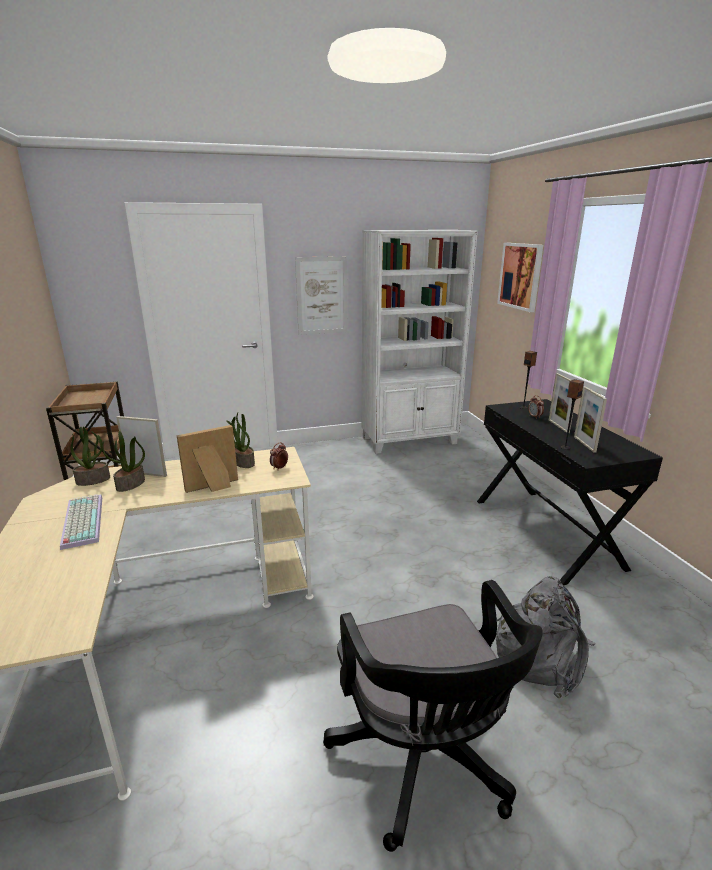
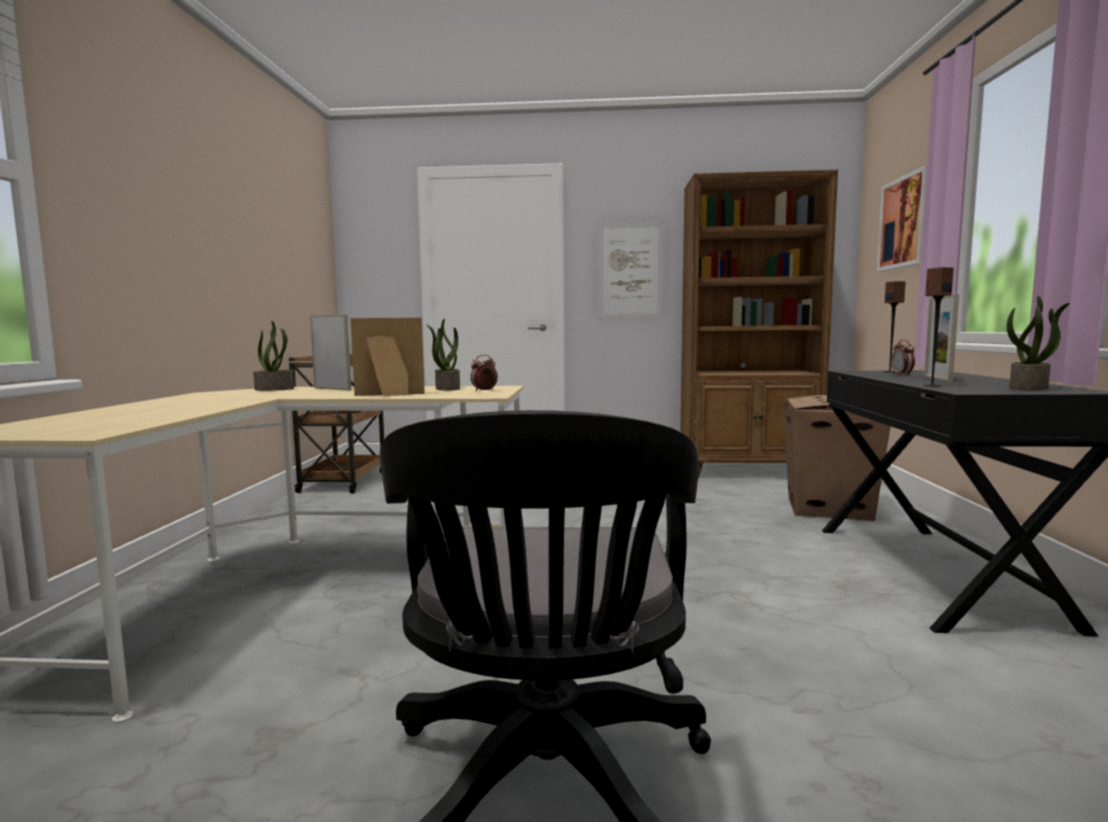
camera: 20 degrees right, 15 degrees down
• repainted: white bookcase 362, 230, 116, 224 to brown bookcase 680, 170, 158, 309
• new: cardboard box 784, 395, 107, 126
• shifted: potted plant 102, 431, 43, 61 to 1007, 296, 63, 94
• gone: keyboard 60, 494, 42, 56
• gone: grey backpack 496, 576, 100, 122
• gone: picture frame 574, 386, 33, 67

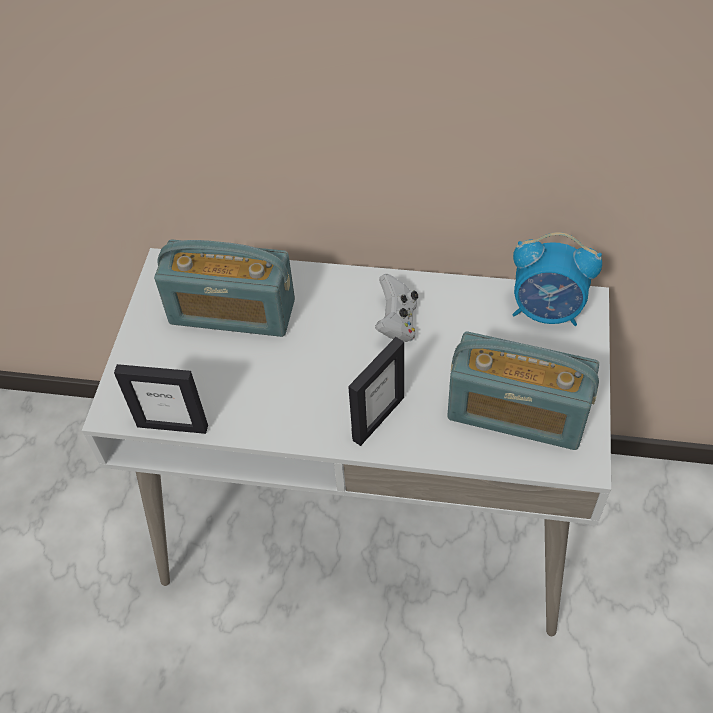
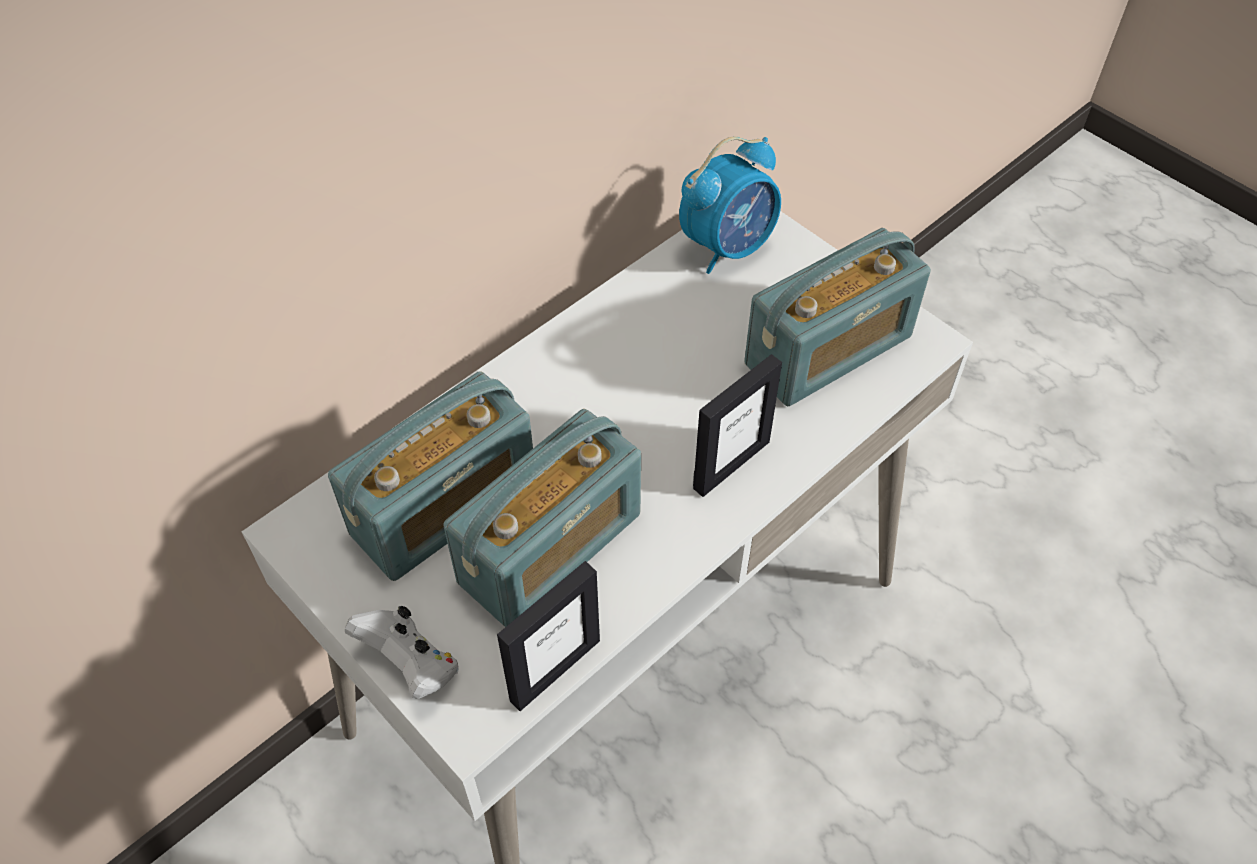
camera: 55 degrees left, 0 degrees up
• shifted: white game controller 375, 274, 43, 68 to 345, 606, 114, 93
• new: radio 443, 409, 198, 218
• rotated: picture frame 348, 337, 56, 109 = 693, 354, 89, 143 60 degrees clockwise

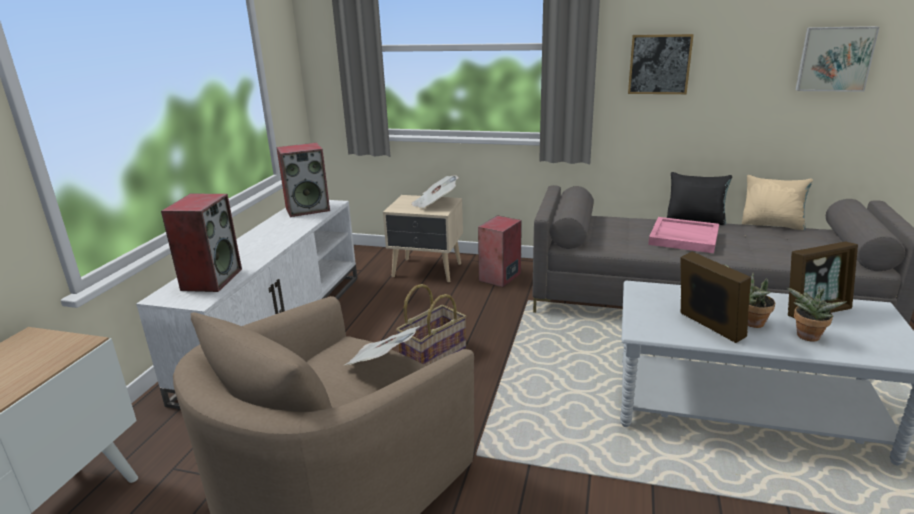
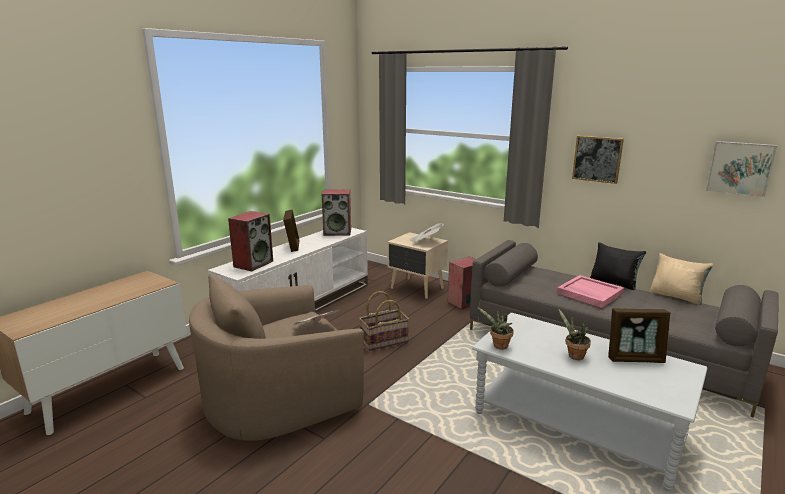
camera: 20 degrees right, 5 degrees down
• shifted: picture frame 680, 251, 71, 92 to 283, 210, 17, 42
• shifted: potted plant 786, 287, 60, 55 to 477, 307, 37, 43

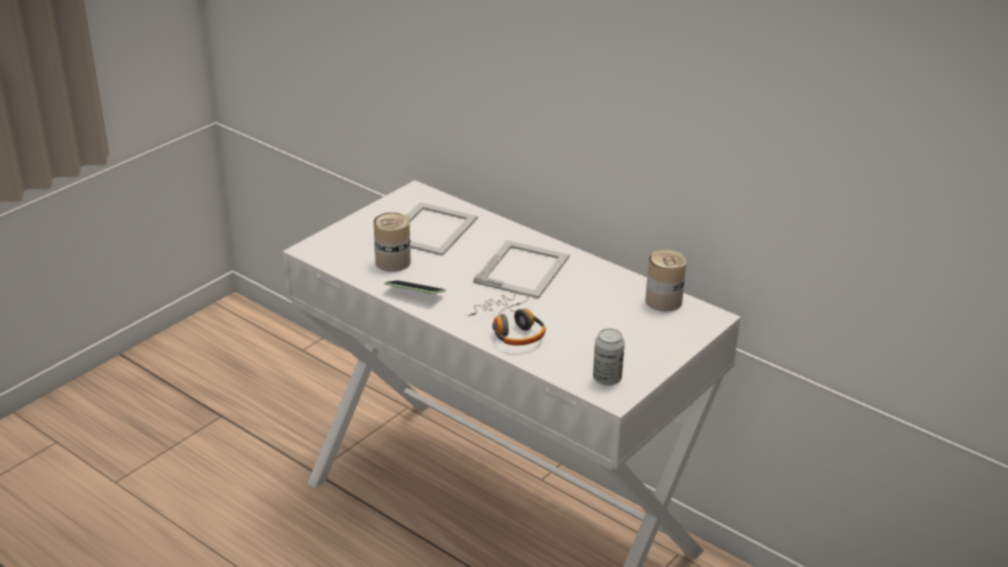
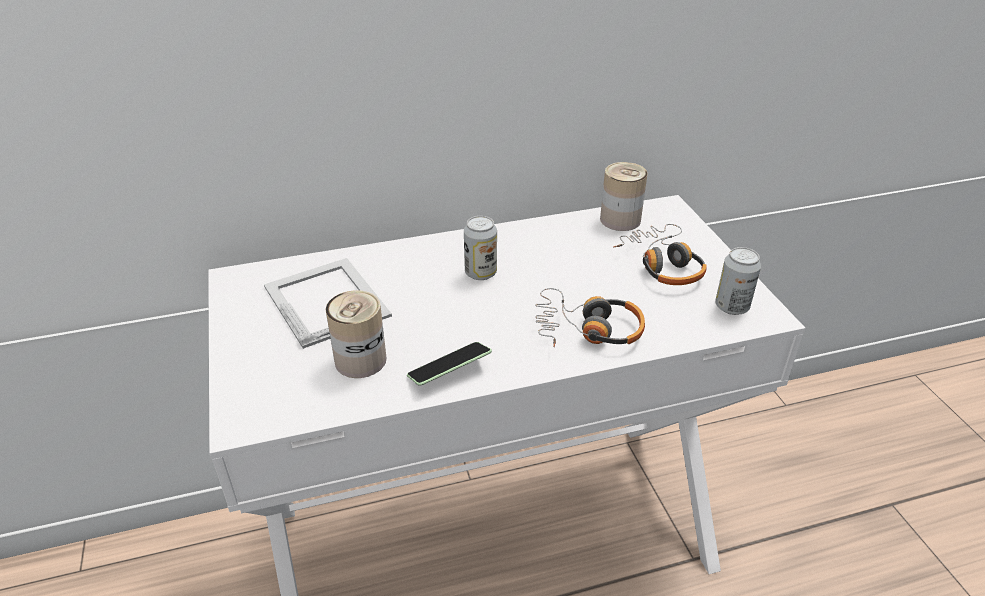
camera: 55 degrees left, 5 degrees up
• swapped: picture frame 473, 240, 97, 59 to can 464, 216, 33, 64
• new: headphones 613, 224, 94, 61

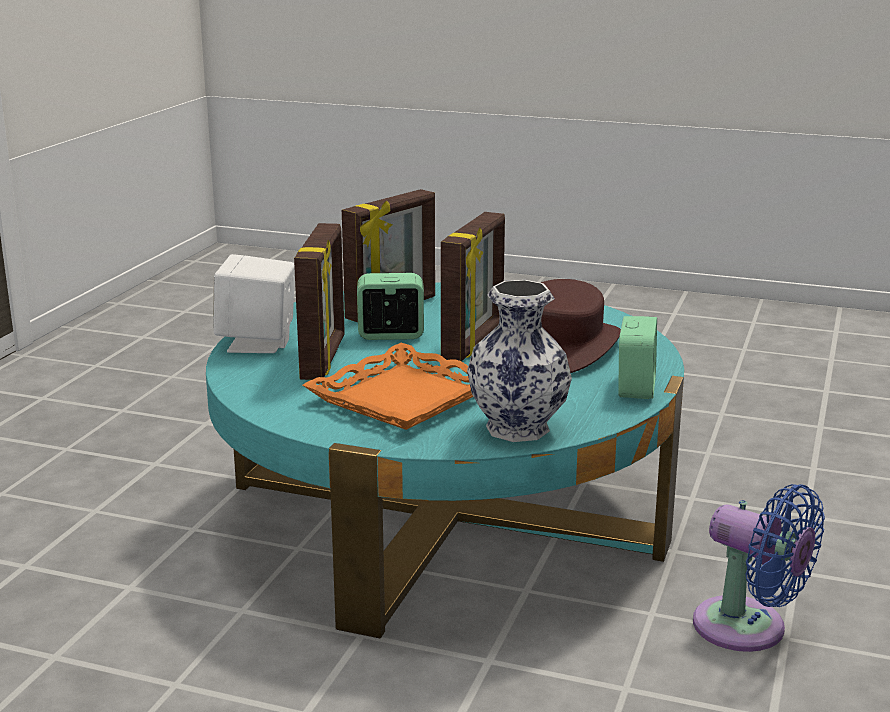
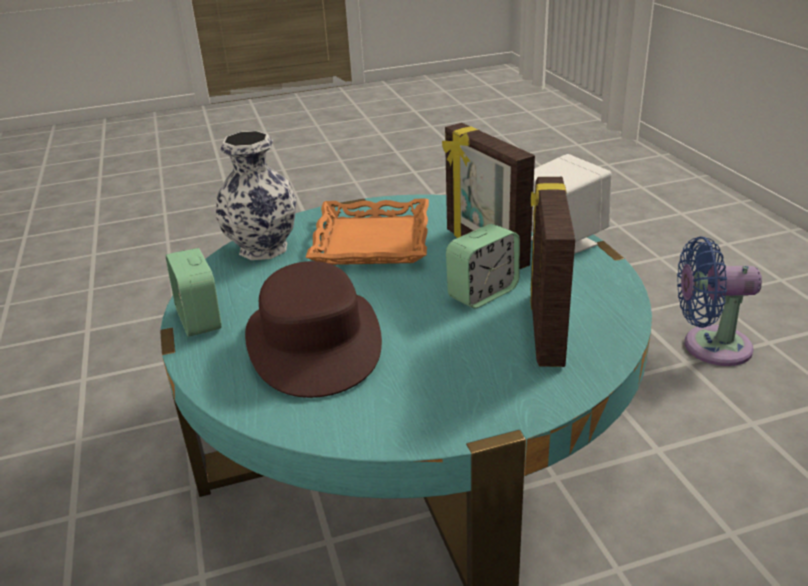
camera: 145 degrees right, 10 degrees up
• shifted: blue fan 693, 484, 132, 168 to 677, 237, 85, 129
• gone: picture frame 441, 212, 64, 150

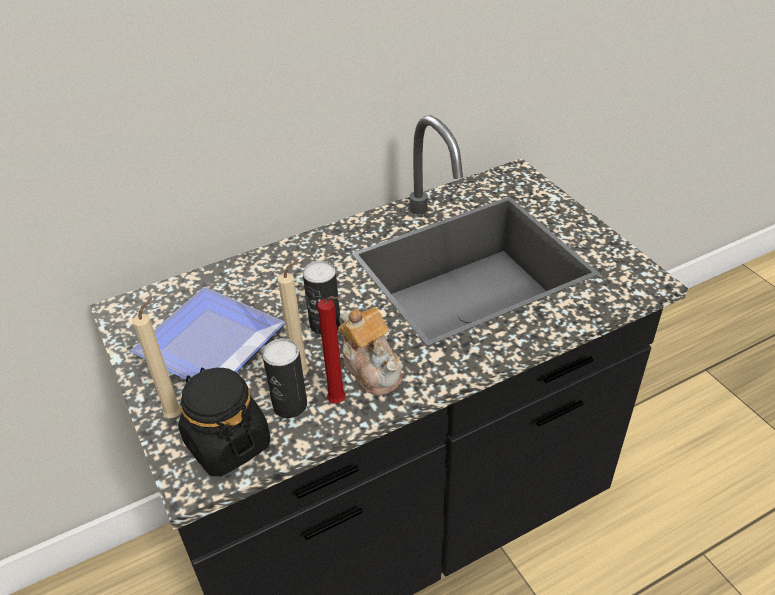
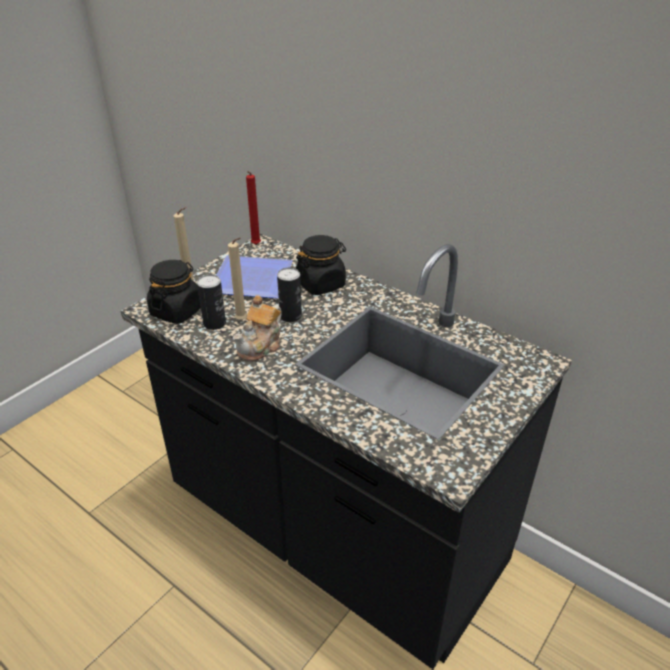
camera: 65 degrees right, 5 degrees down
• shifted: red candle 318, 296, 28, 107 to 246, 171, 15, 74
• new: black jar 296, 235, 50, 60

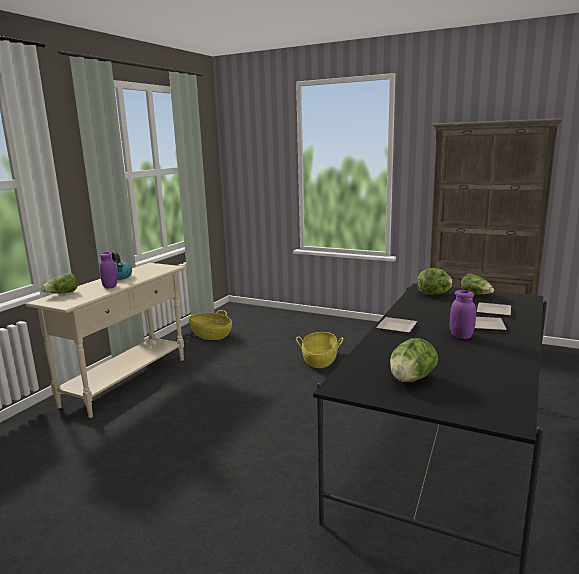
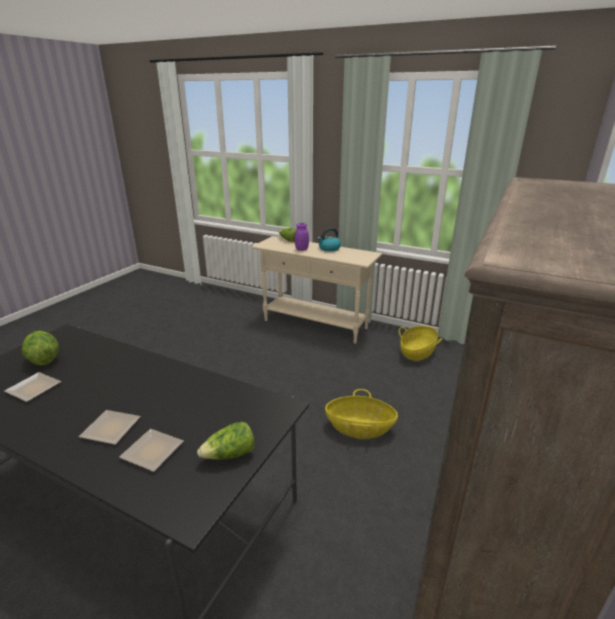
camera: 90 degrees right, 10 degrees up
• shifted: plate 376, 317, 41, 16 to 4, 372, 57, 30
• gone: lettuce 417, 268, 36, 27
• gone: purple jar 450, 290, 26, 49

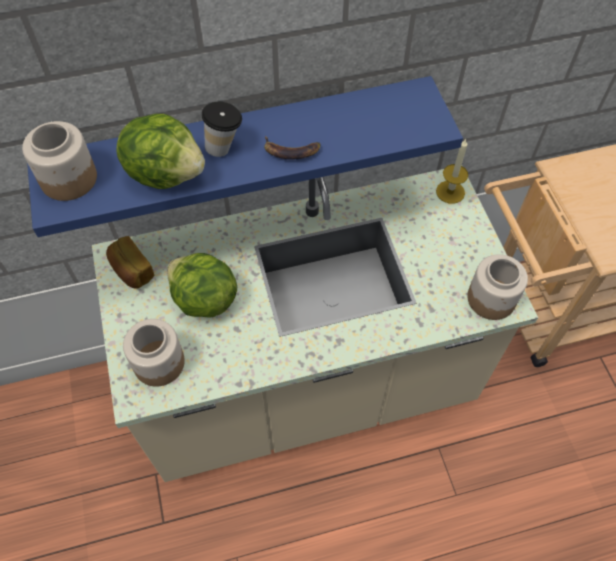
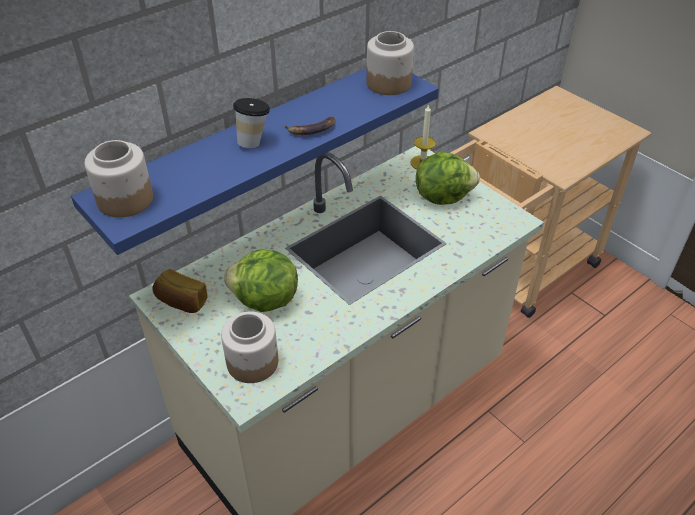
camera: 25 degrees left, 15 degrees down
• shifted: jar 467, 254, 61, 66 to 366, 31, 48, 64
• shifted: lettuce 116, 114, 89, 75 to 416, 152, 64, 53

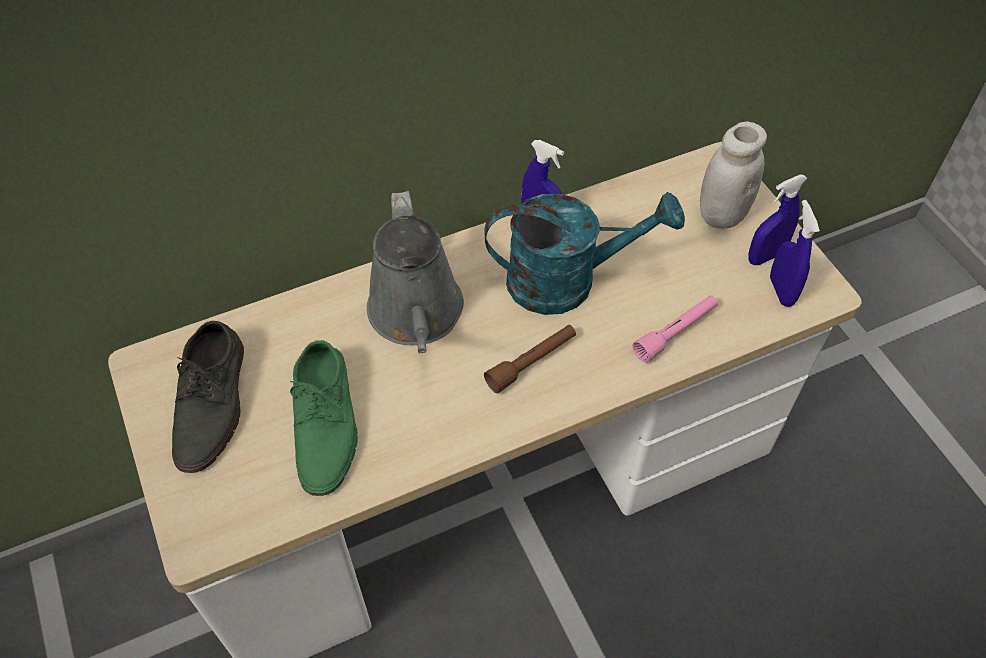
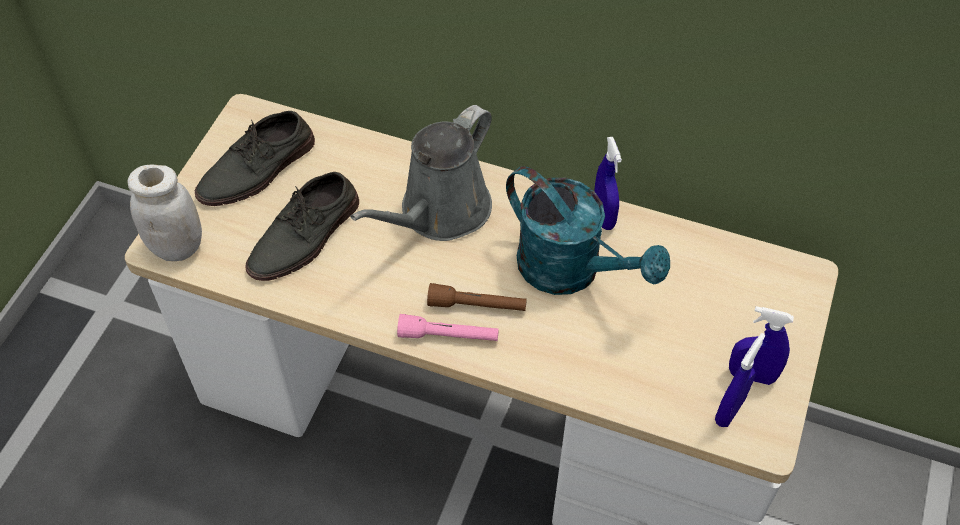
camera: 45 degrees right, 0 degrees up
• shifted: white jar 700, 122, 67, 107 to 127, 165, 75, 96
• repainted: green shoe 290, 340, 68, 156 to grey shoe 246, 172, 113, 109
• shifted: pink flashlight 632, 295, 86, 68 to 397, 314, 102, 27

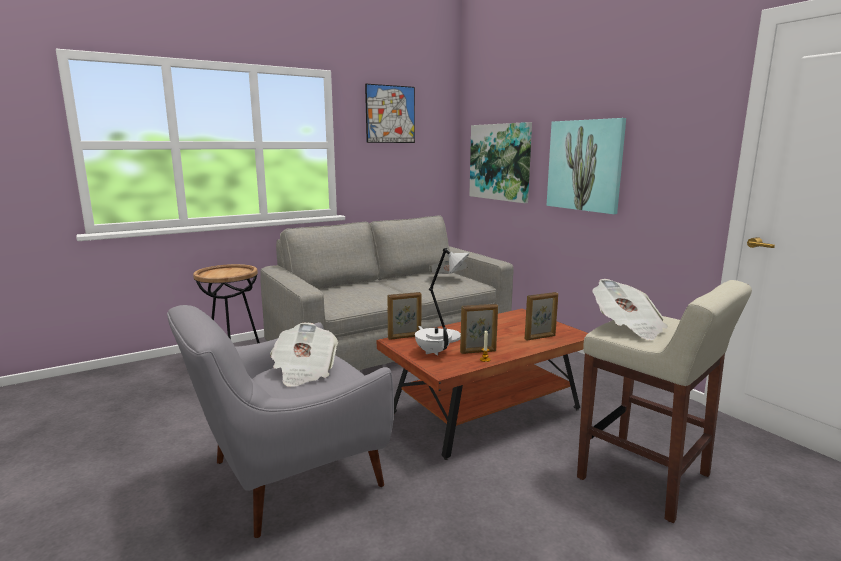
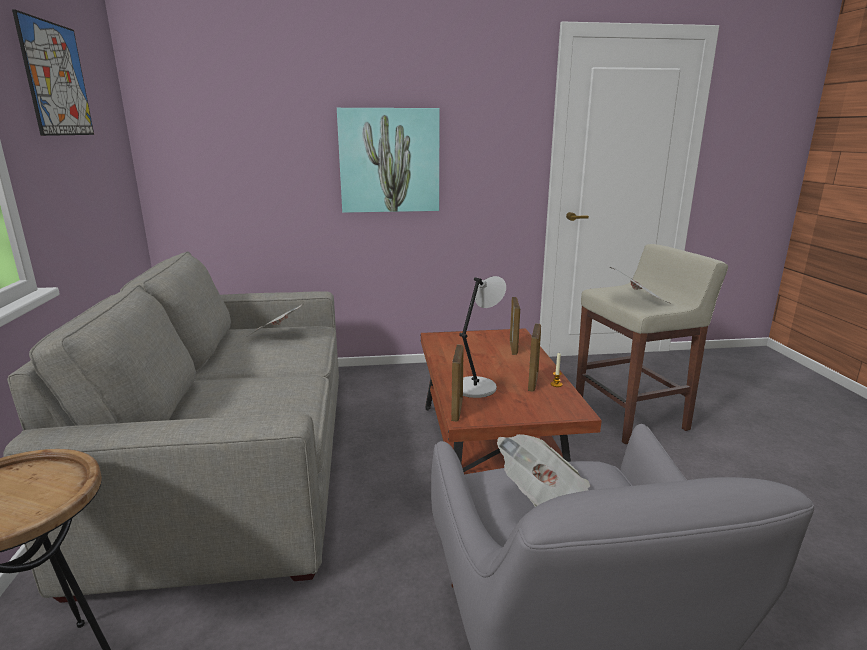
camera: 65 degrees left, 5 degrees up
• gone: white teapot 415, 326, 37, 30
• gone: picture 469, 122, 63, 81

